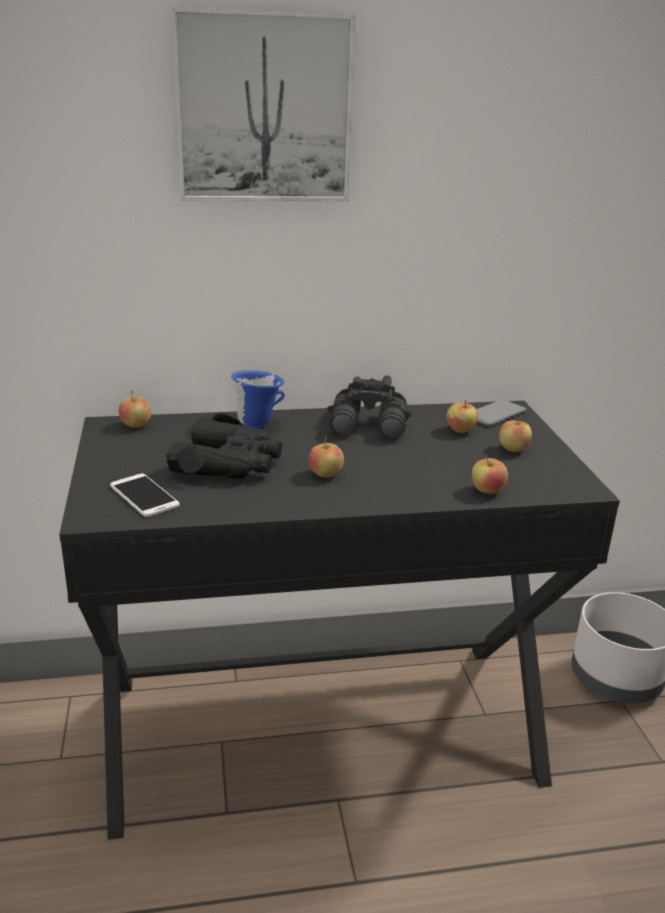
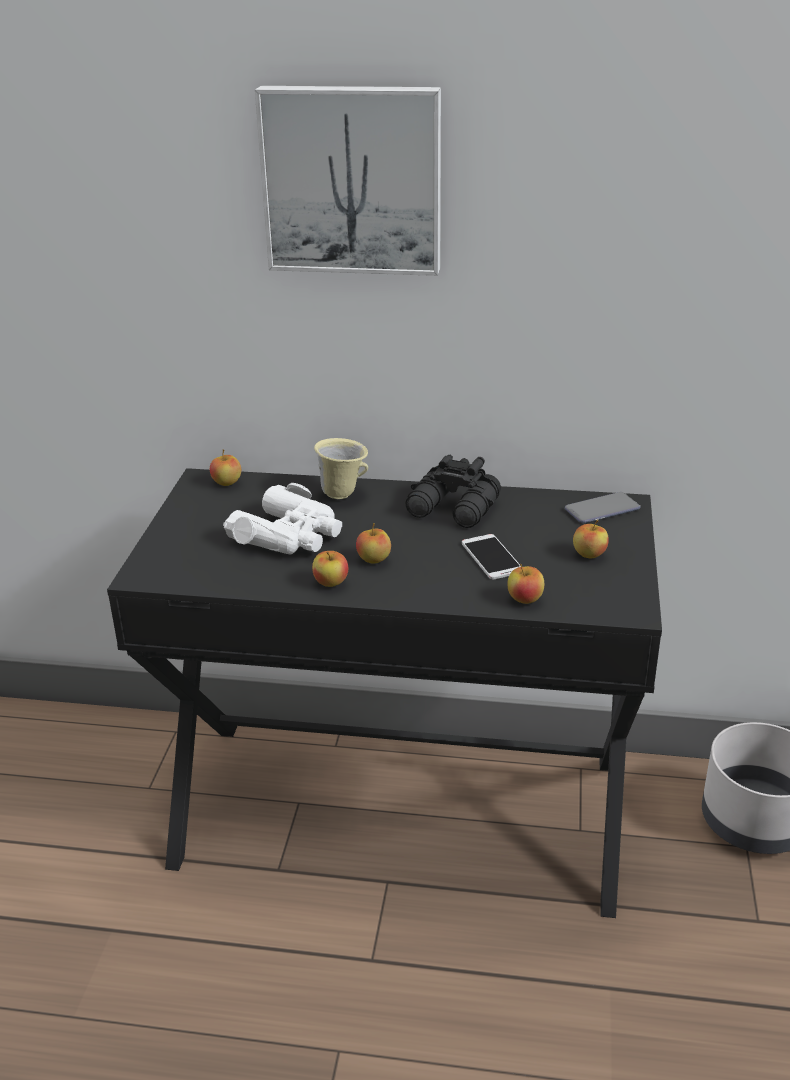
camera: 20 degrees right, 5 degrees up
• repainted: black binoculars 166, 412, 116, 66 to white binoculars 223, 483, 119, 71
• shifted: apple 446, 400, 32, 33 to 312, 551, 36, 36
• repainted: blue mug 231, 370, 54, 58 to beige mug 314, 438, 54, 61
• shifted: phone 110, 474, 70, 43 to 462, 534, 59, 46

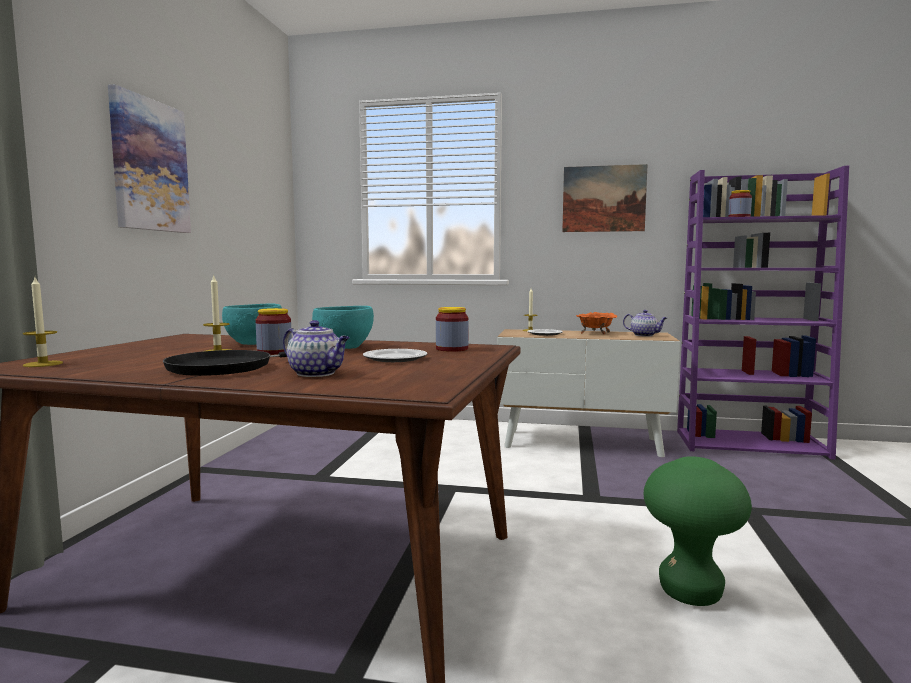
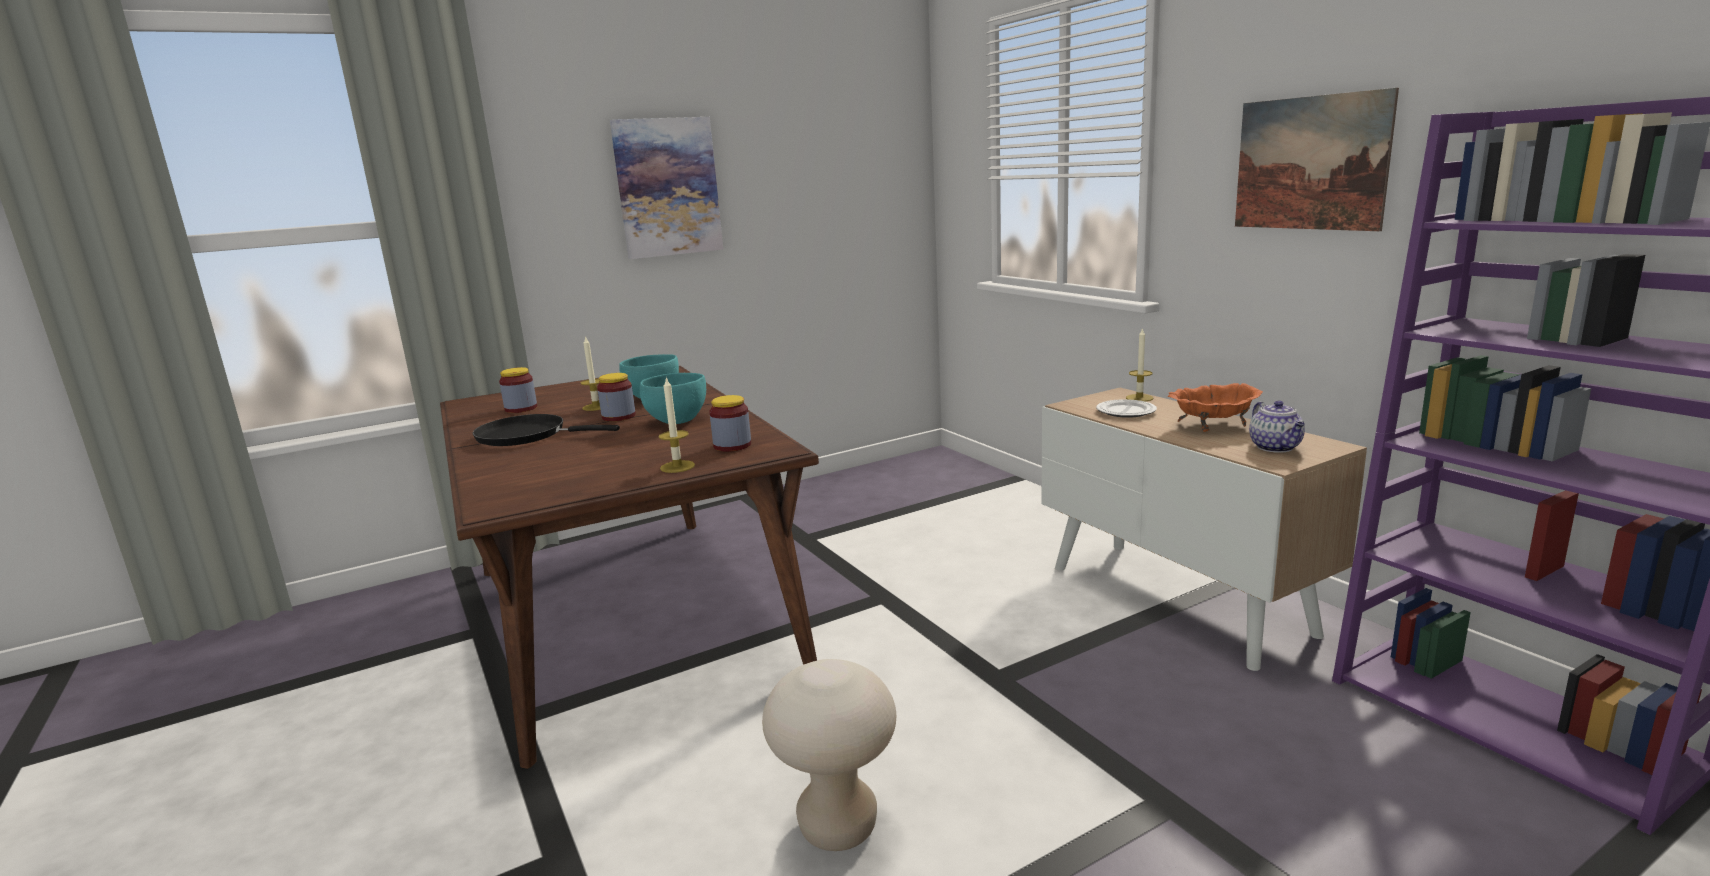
camera: 50 degrees right, 10 degrees up
• shifted: jar 728, 190, 24, 27 to 499, 367, 38, 46
• shifted: candle 23, 277, 40, 90 to 658, 377, 37, 96
• repainted: green stool 644, 456, 108, 150 to beige stool 762, 659, 134, 192
• gone: teapot 283, 320, 67, 57
• gone: plate 363, 349, 65, 13

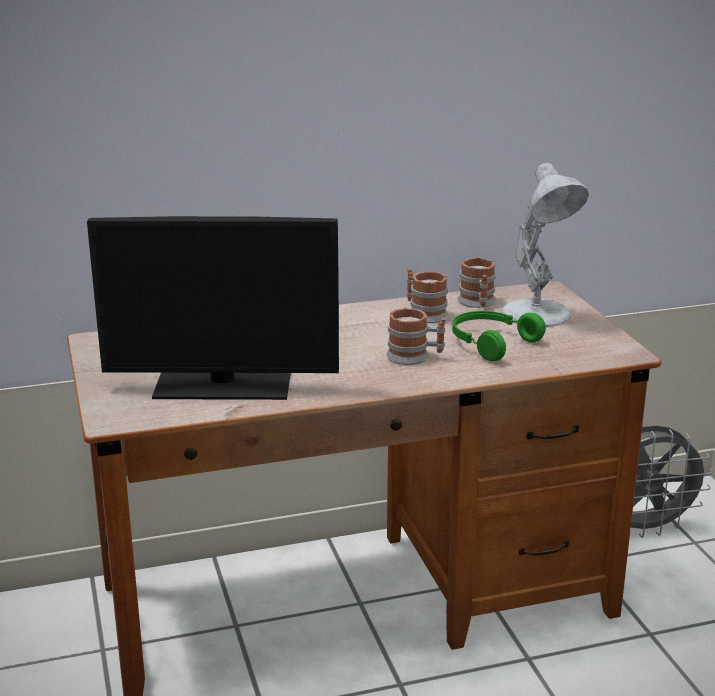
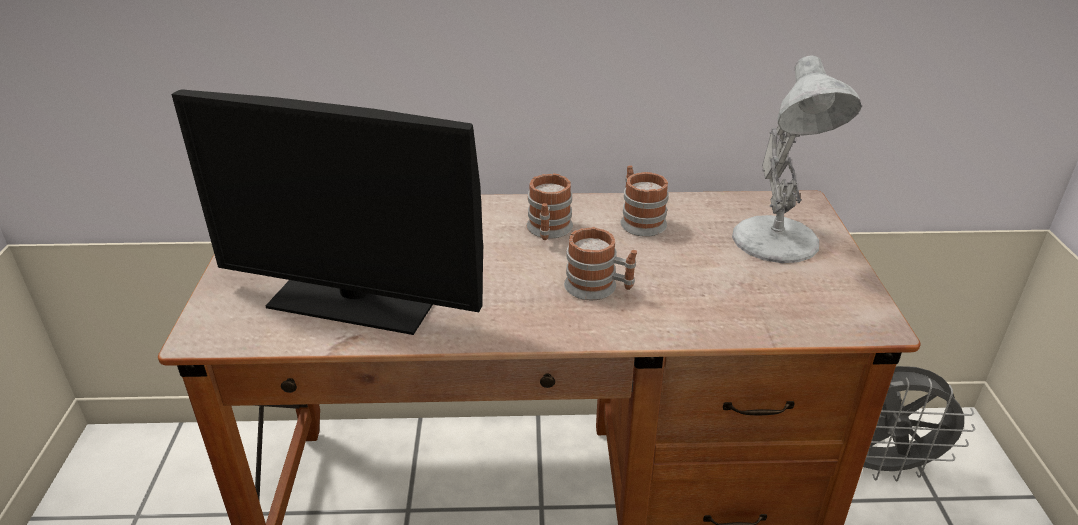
camera: 15 degrees right, 10 degrees up
• shifted: mug 458, 257, 38, 51 to 527, 173, 46, 67
• gone: green headphones 452, 311, 94, 50

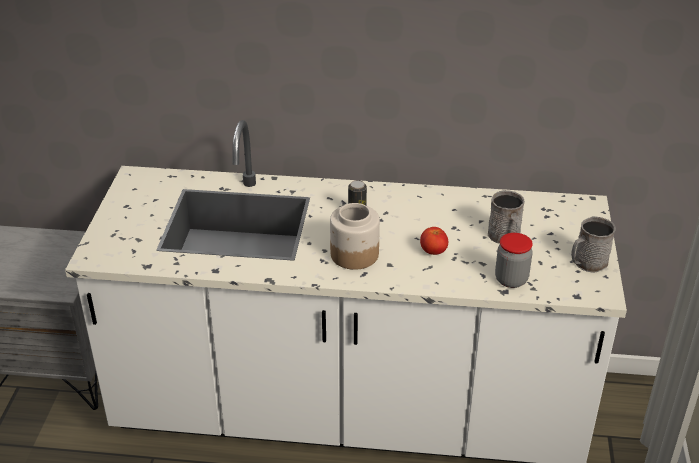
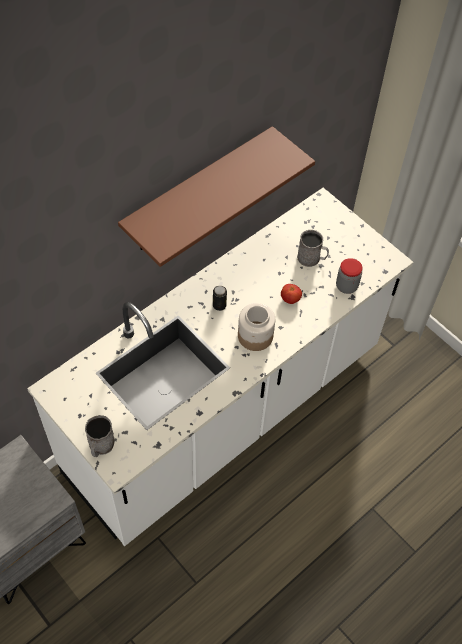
camera: 50 degrees left, 20 degrees up
• shifted: grey mug 571, 216, 45, 57 to 85, 415, 30, 42
• new: brown shelf 118, 126, 197, 141

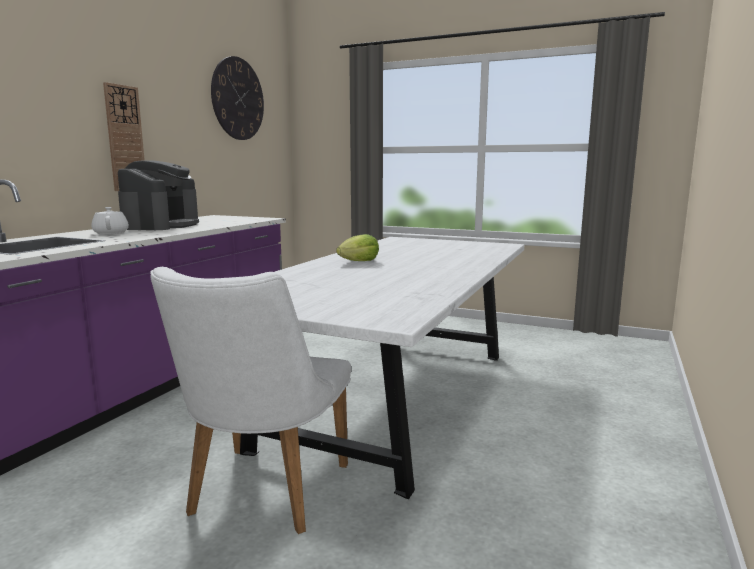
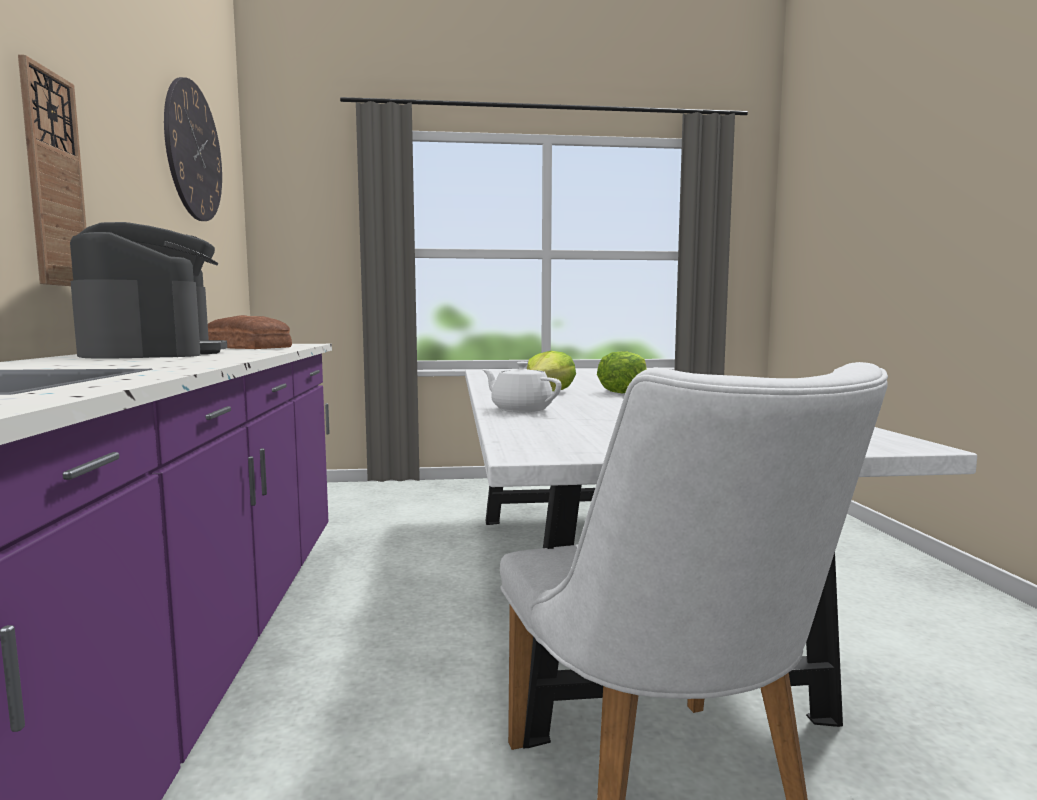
camera: 30 degrees left, 5 degrees down
• new: bread 208, 315, 84, 34
• shifted: white teapot 91, 207, 38, 27 to 482, 362, 80, 50
• new: lettuce 597, 351, 50, 42

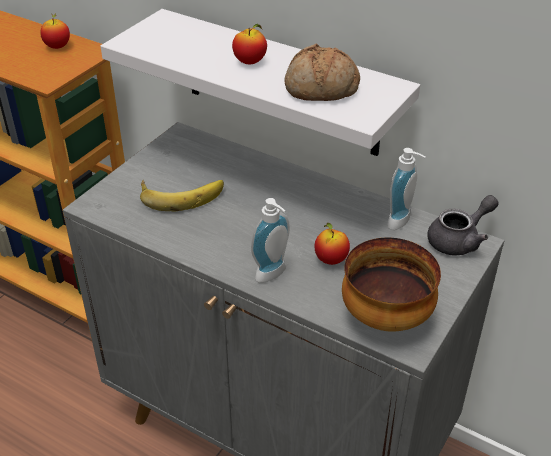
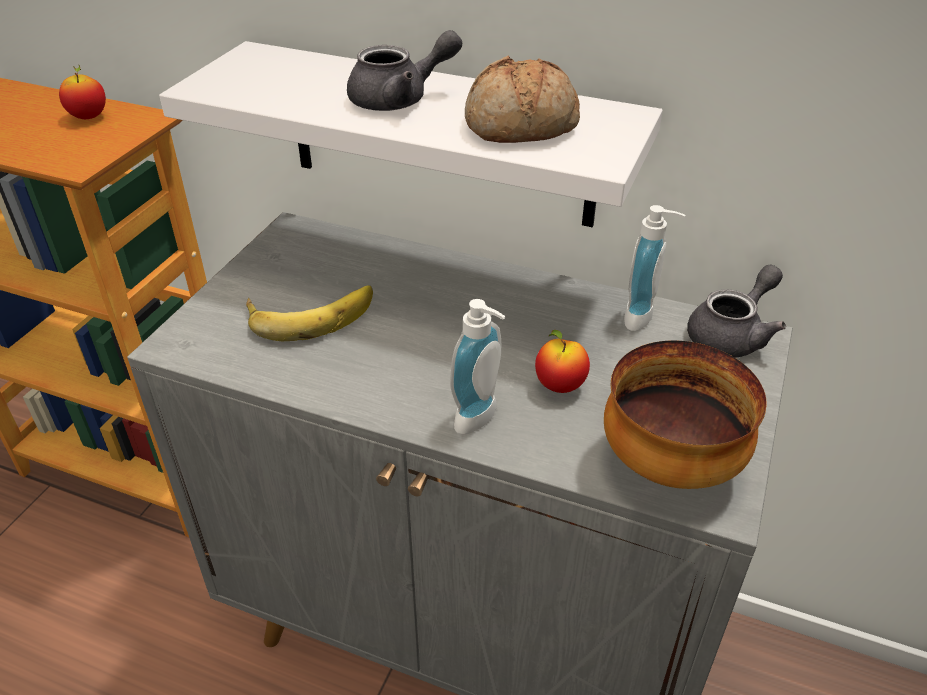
camera: 10 degrees left, 0 degrees up
• swapped: apple 232, 24, 35, 40 to grey teapot 347, 30, 115, 81

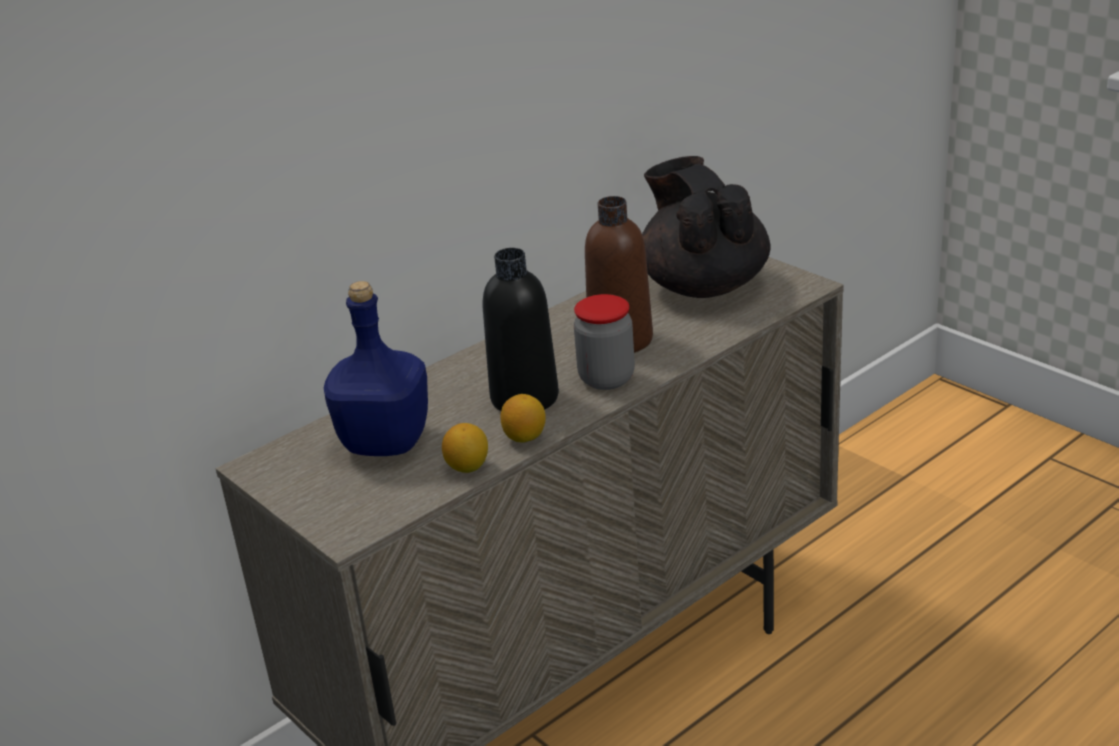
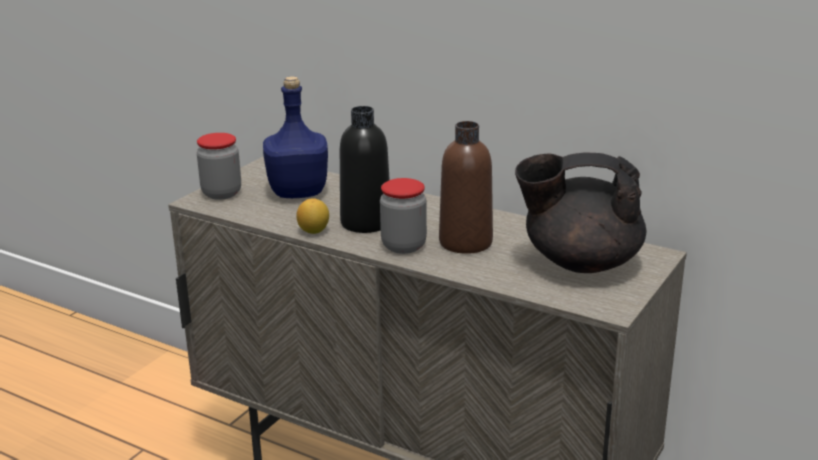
camera: 70 degrees right, 5 degrees down
• new: jar 197, 133, 44, 67
• rotated: black teapot 642, 156, 129, 142 = 515, 152, 132, 121 135 degrees counterclockwise
• gone: lemon 442, 423, 46, 50

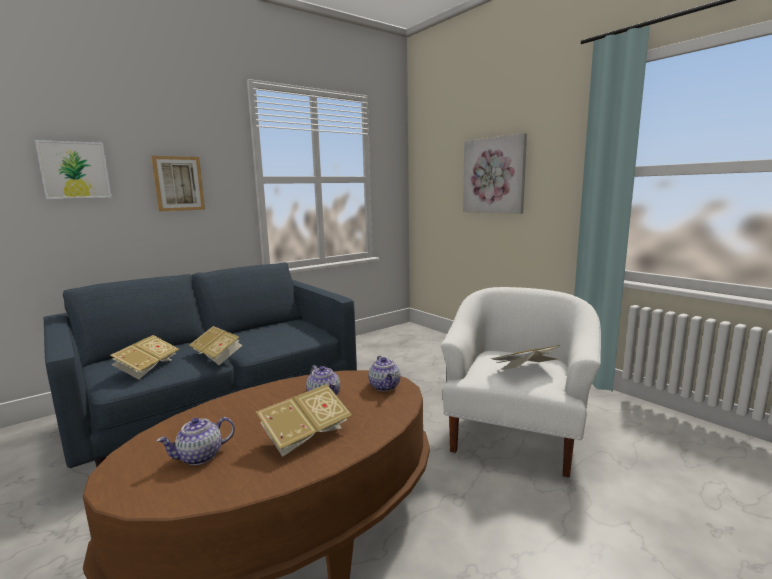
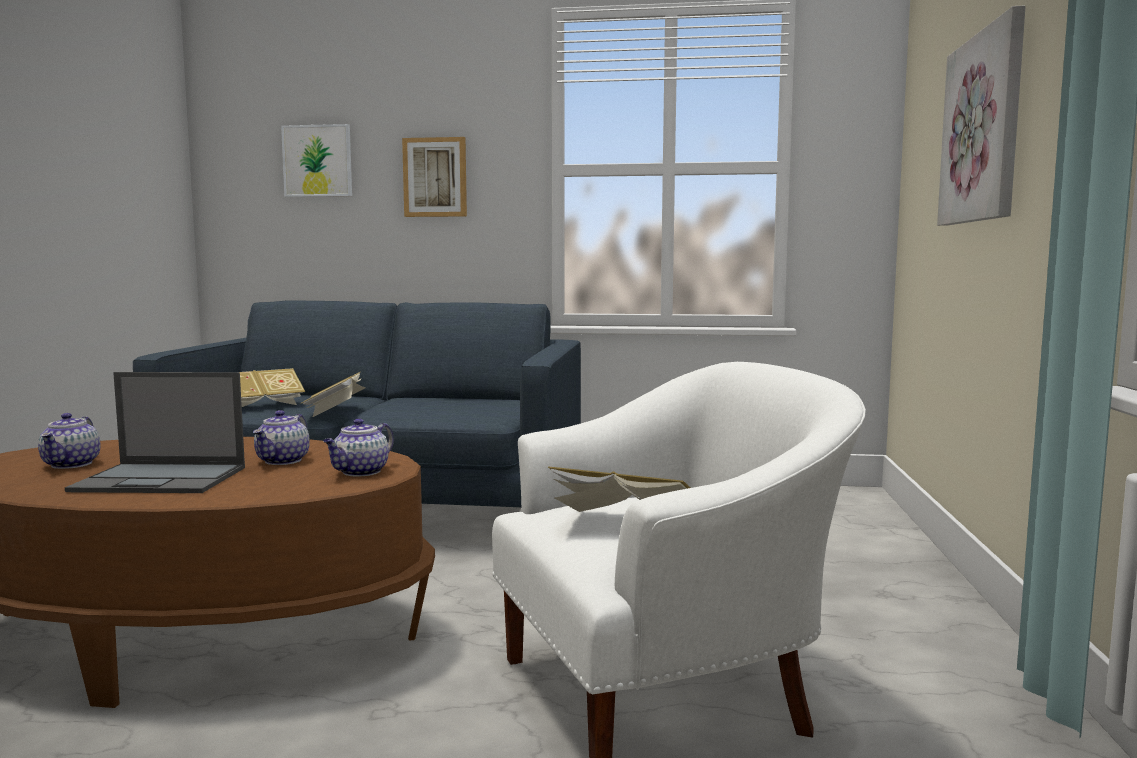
camera: 45 degrees right, 5 degrees down
• rotated: teapot 157, 417, 78, 48 = 38, 413, 62, 56 105 degrees counterclockwise
• swapped: book 256, 384, 96, 73 to laptop 65, 372, 180, 121

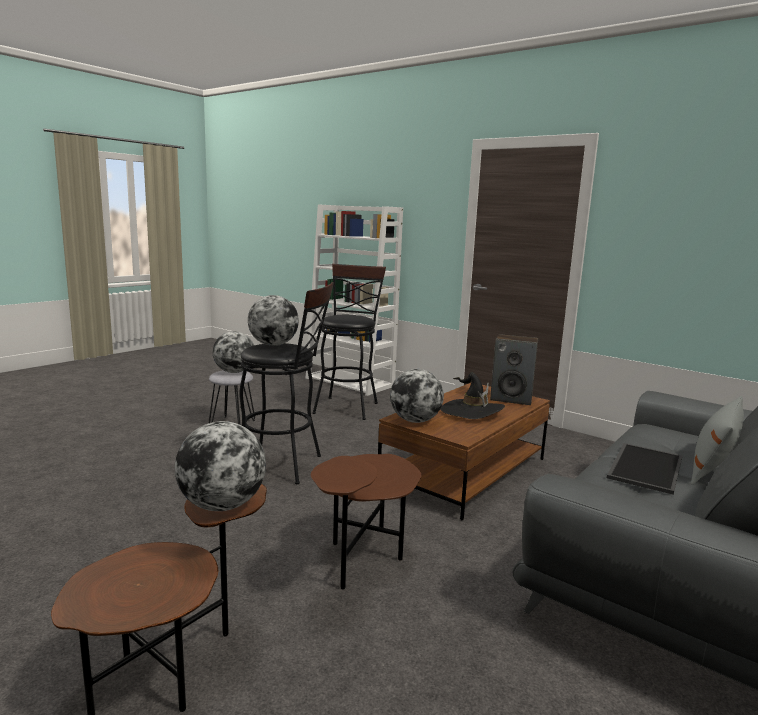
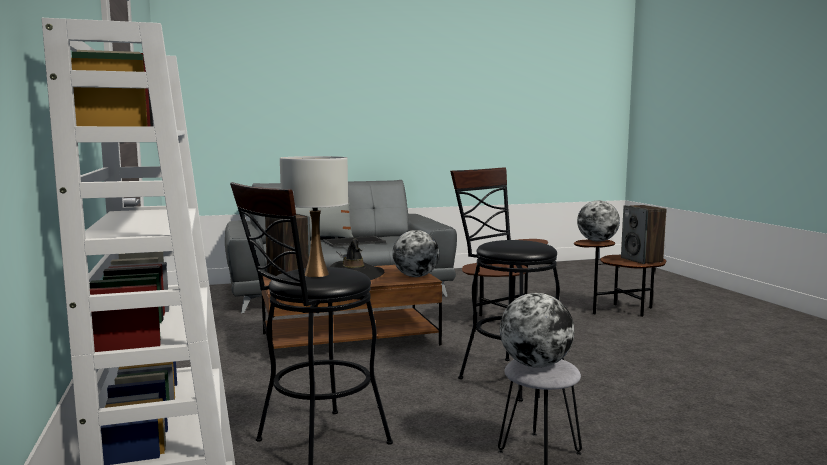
camera: 145 degrees left, 5 degrees down
• new: white table lamp 280, 156, 68, 121
• new: speaker 621, 205, 46, 59
• gone: globe 248, 295, 51, 51

